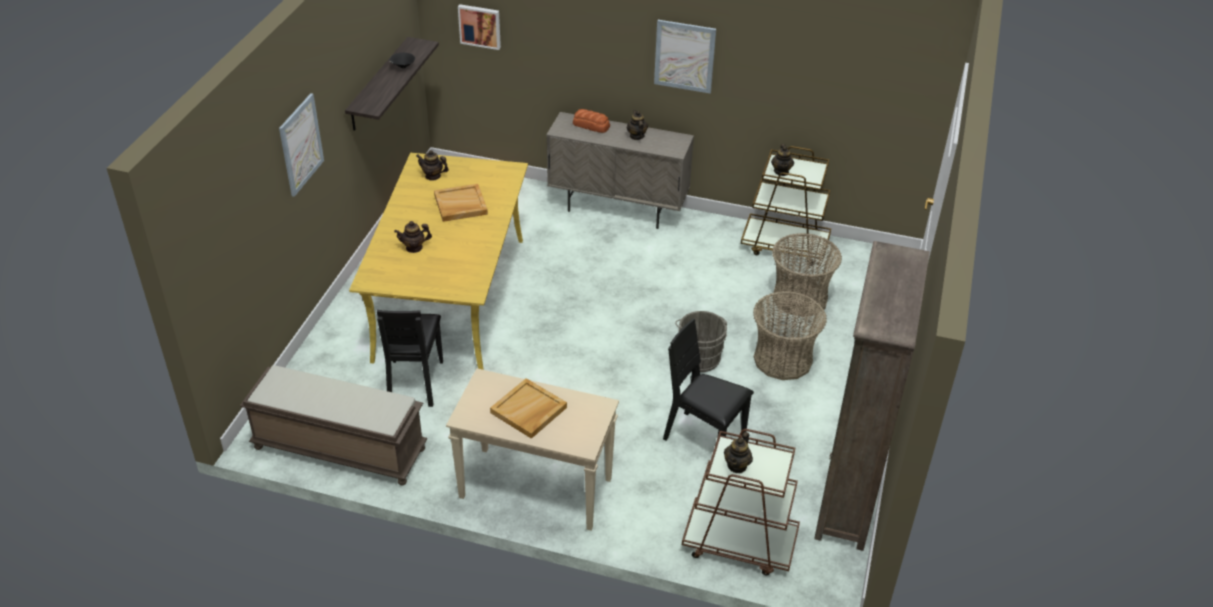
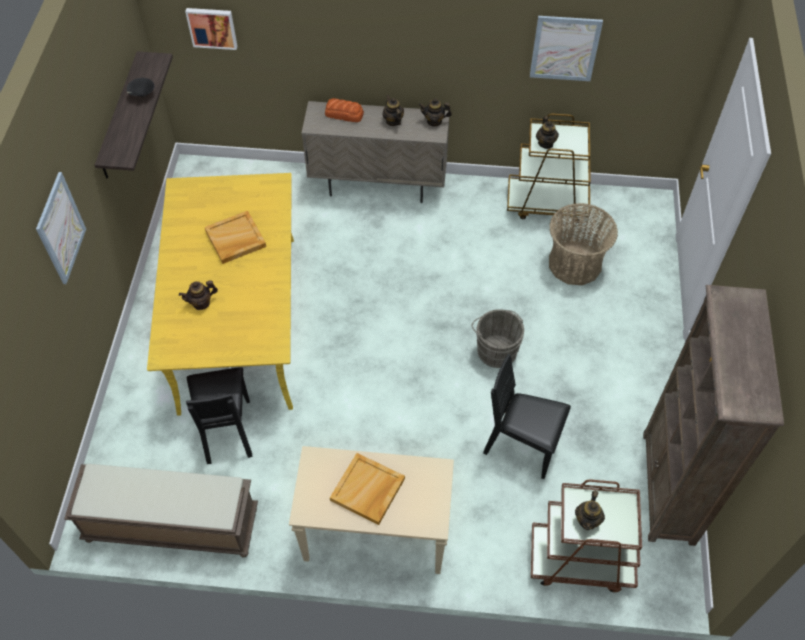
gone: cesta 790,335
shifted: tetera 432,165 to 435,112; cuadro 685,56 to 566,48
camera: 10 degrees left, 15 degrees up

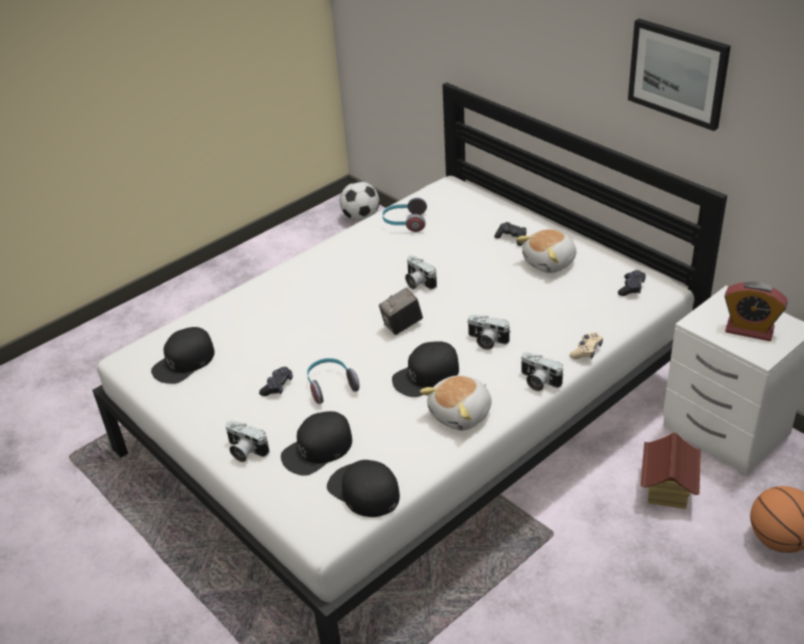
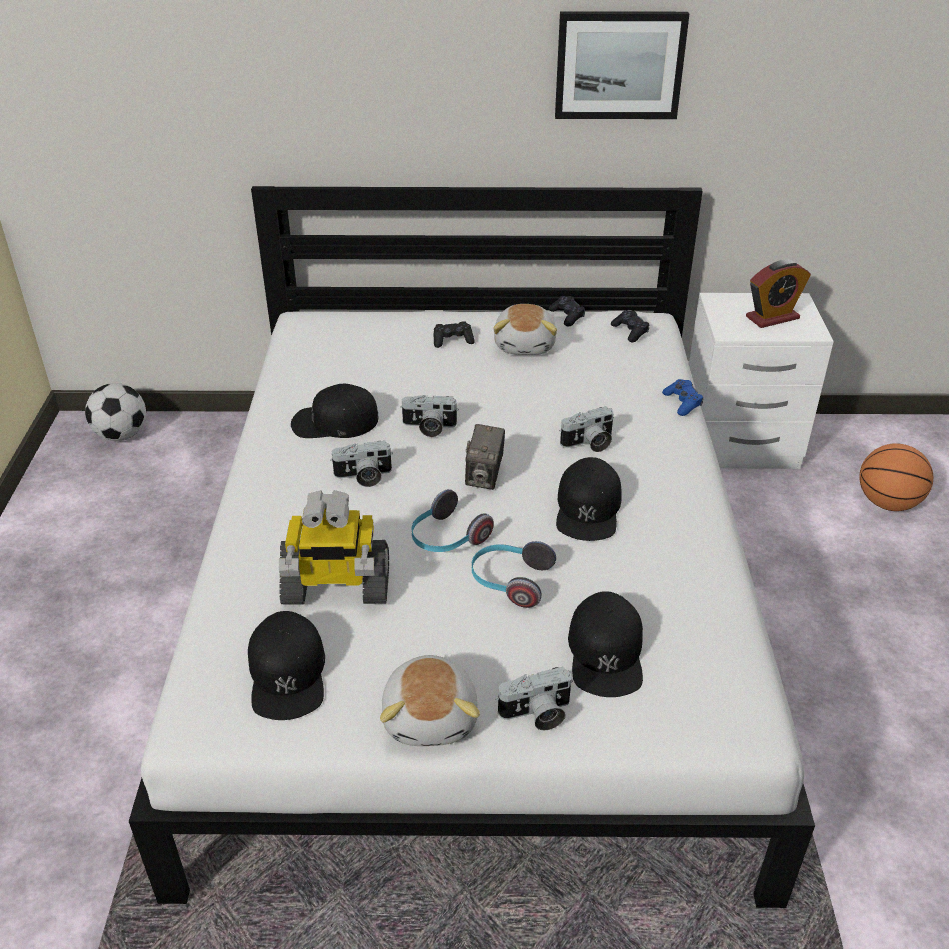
gone: casita 670,470
new: robot de juguete 334,547
shifted: gorra [negro] 363,488 to 335,411; cámara 542,371 to 361,464; peluche 456,403 to 430,700; auriculares 404,215 to 452,520; mando de consola [negro] 276,381 to 567,311
repainted: mando de consola [beis] 586,345 to mando de consola [azul] 682,397
camera: 50 degrees left, 0 degrees up

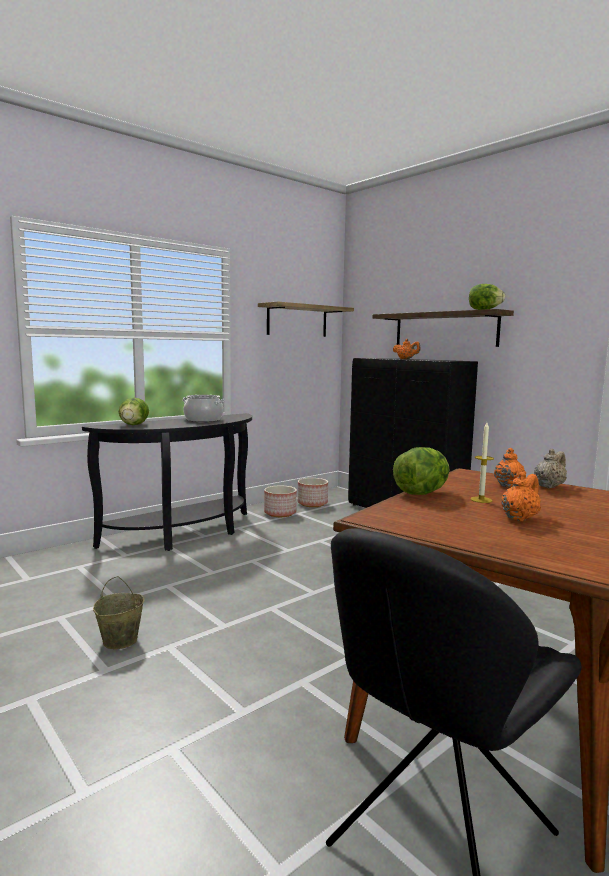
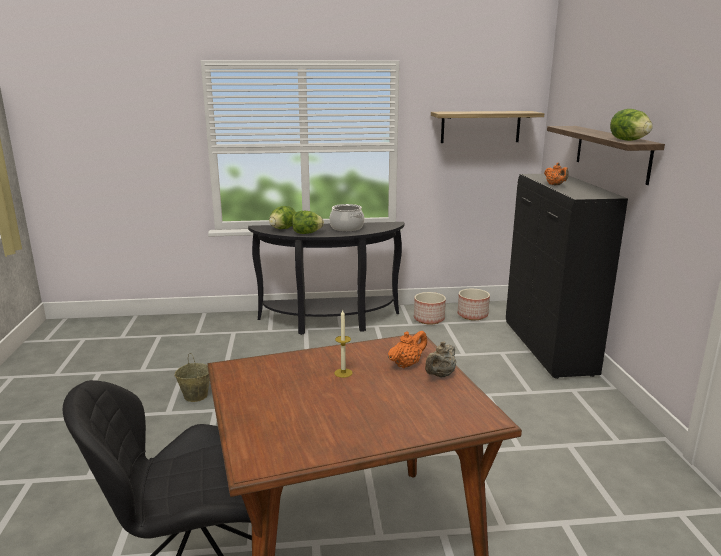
gone: tetera [naranja] 521,497
shifted: lechuga 421,471 to 308,222
rotated: tetera [beis] 550,468 = 440,359 135 degrees clockwise
camera: 35 degrees right, 10 degrees up

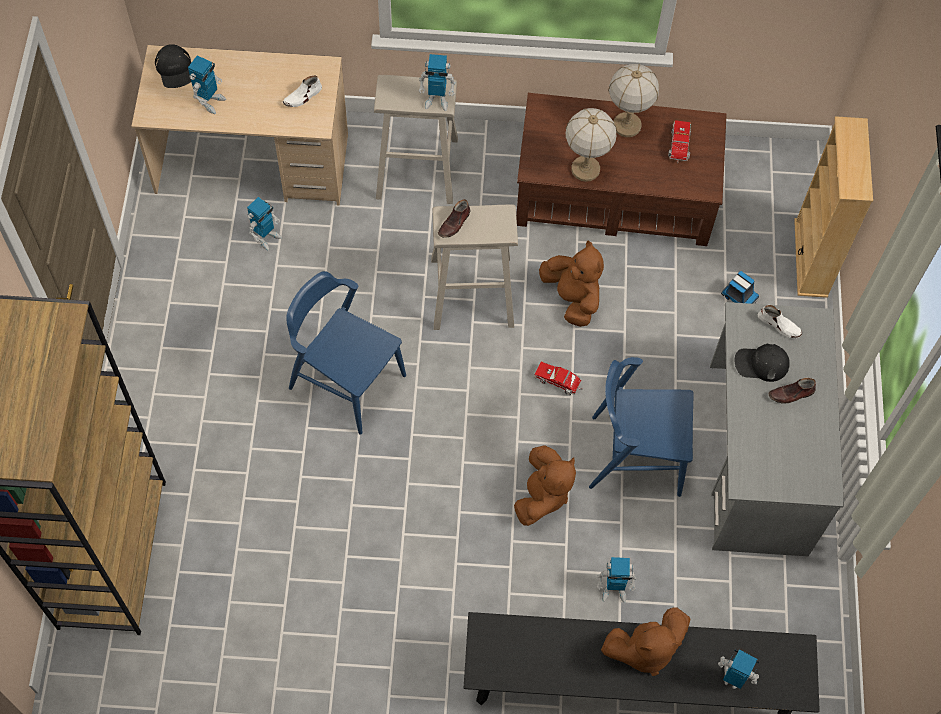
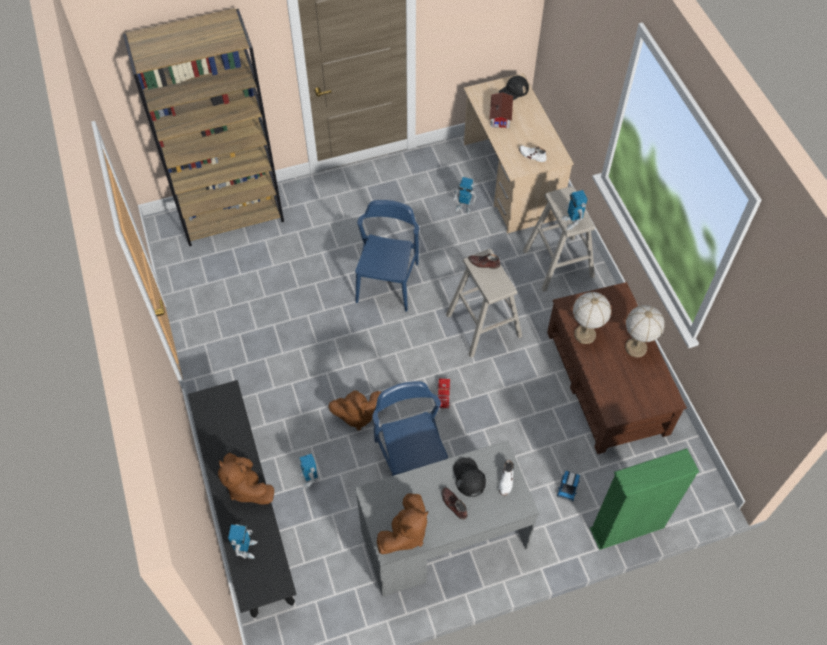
gone: camión de juguete 679,141
shifted: peluche [marrón] 571,283 to 402,523
swapped: robot de juguete 207,84 to casita 501,110
repainted: estantería [beis] 833,207 to estantería [verde] 644,499
camera: 70 degrees right, 5 degrees down

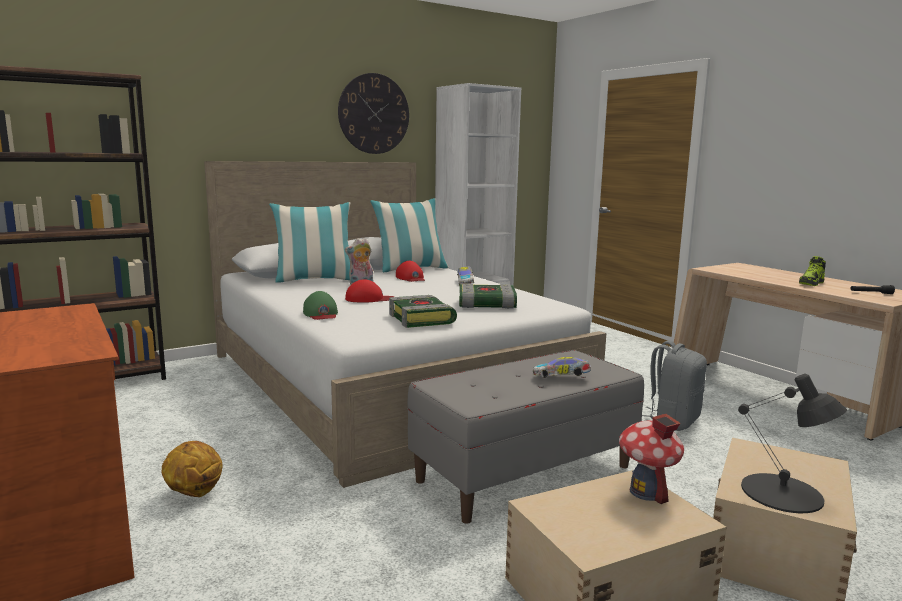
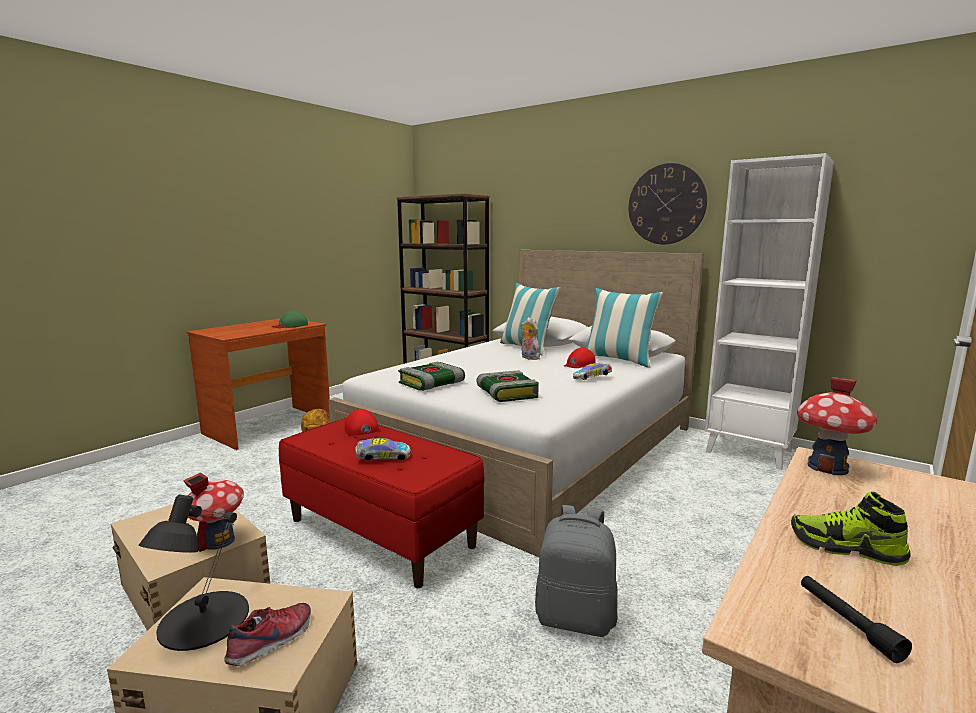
new: zapato 267,634; casita 837,426
shifted: gorra [verde] 320,305 to 289,319; gorra [rojo] 369,290 to 362,424
repainted: banco [gris] 525,437 to banco [rojo] 382,503
rotated: coche de juguete 562,367 = 383,449 90 degrees clockwise
camera: 70 degrees right, 0 degrees up

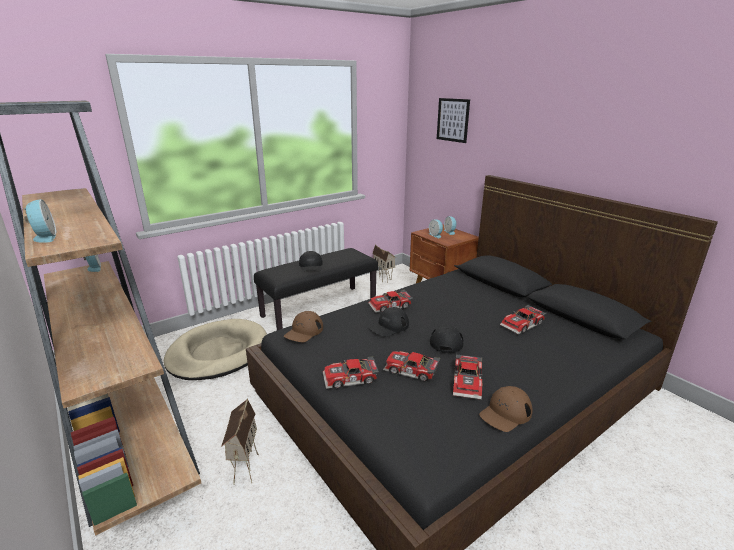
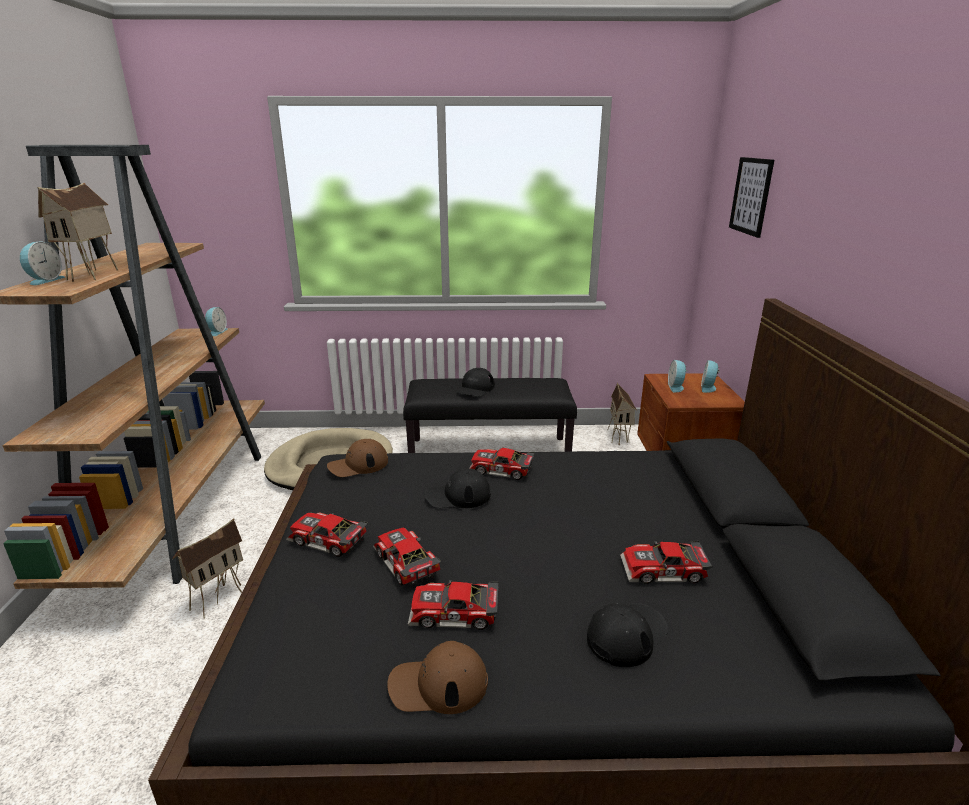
new: casita 77,232
shifted: gorra [negro] 447,339 to 627,635
rotated: coche de juguete 467,377 = 452,605 45 degrees clockwise
camera: 35 degrees right, 0 degrees up

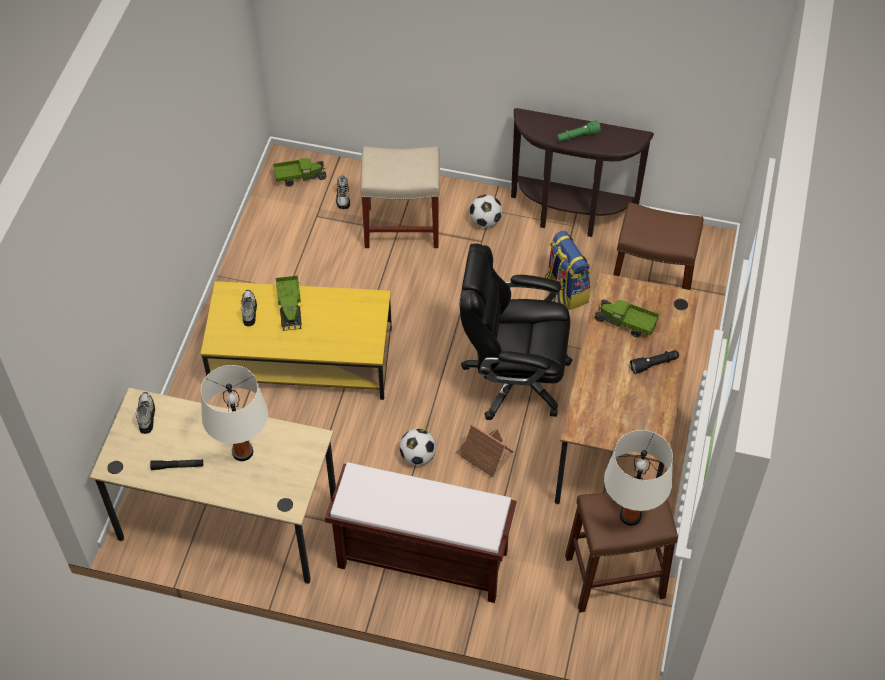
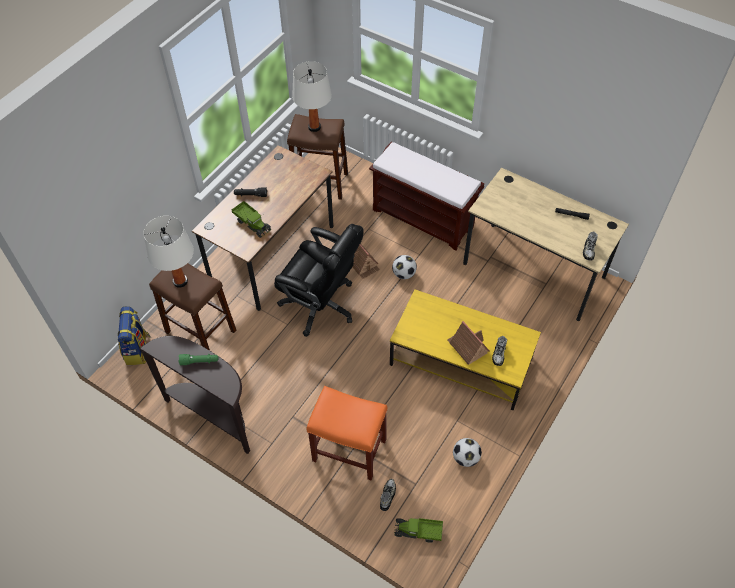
shifted: mochila 567,271 to 134,335; lámpara de mesa [blanco] 234,413 to 168,252; balón de fútbol 486,211 to 467,452
swapped: camión de juguete 289,303 to casita 468,343
repainted: taburete [beis] 400,197 to taburete [naranja] 346,433
camera: 160 degrees left, 0 degrees up

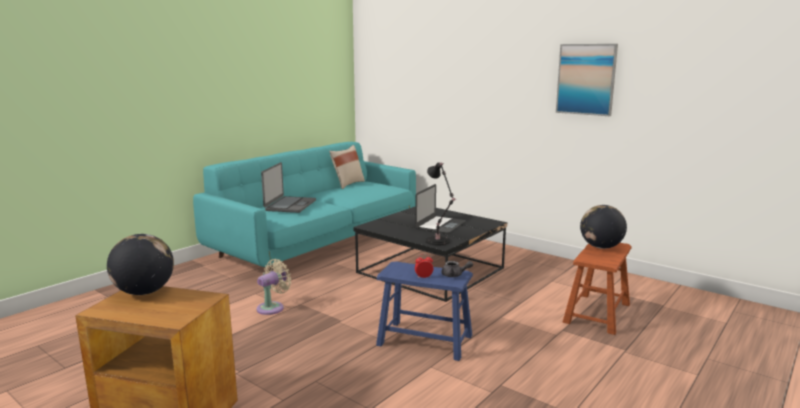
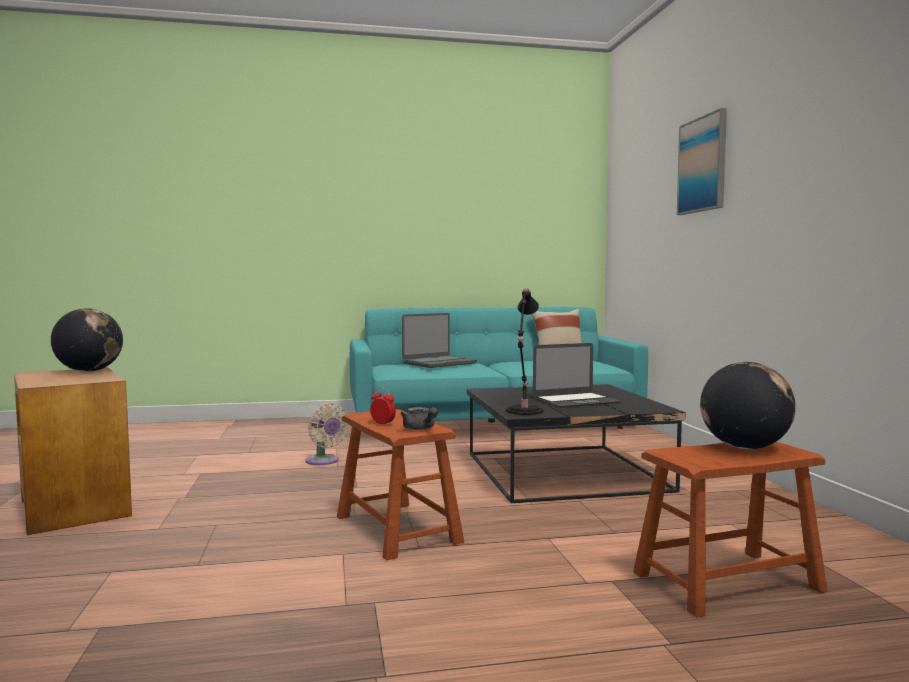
shifted: cuadro 587,80 to 702,161
repainted: taburete [azul] 424,311 to taburete [marrón] 400,484
rotated: ventilador [beis] 274,287 = 327,434 60 degrees clockwise
camera: 40 degrees right, 10 degrees down

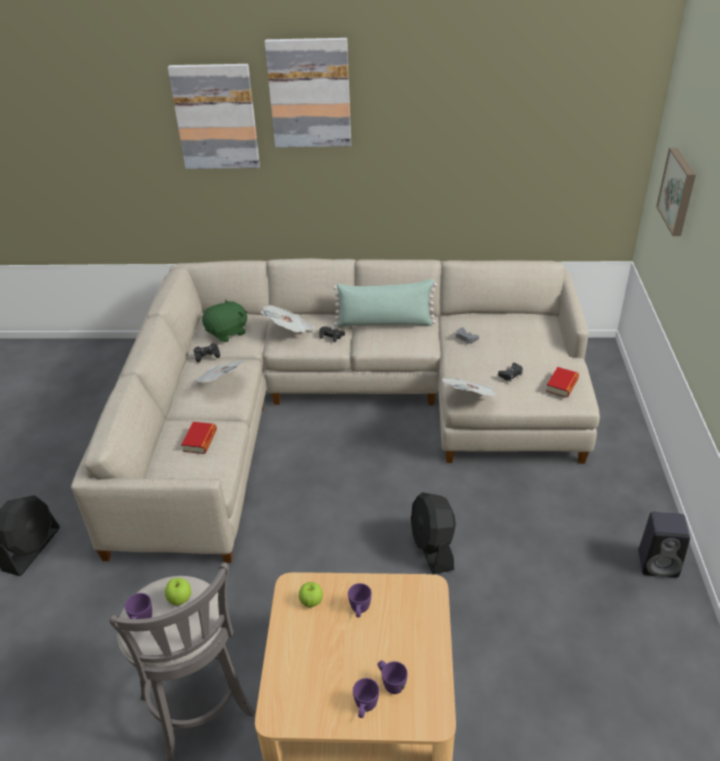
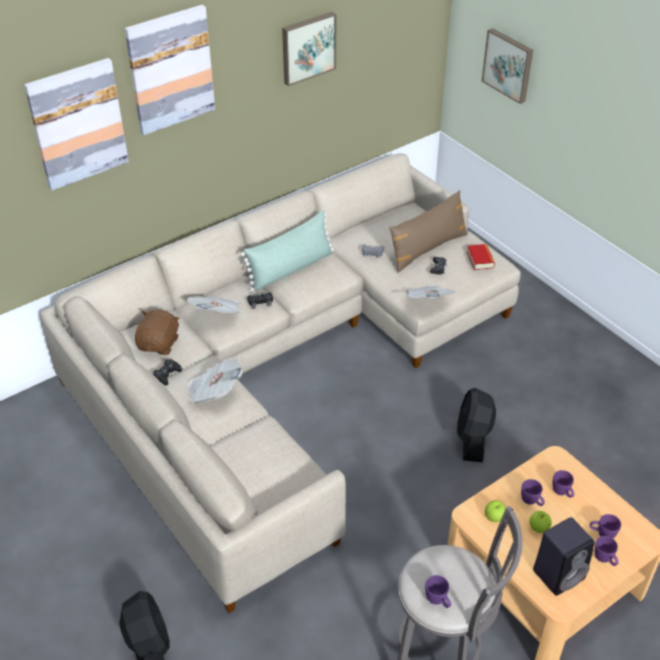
gone: libro 199,438
new: cuadro 309,49; cojín [marrón] 428,231; taza grande [morado] 563,484
shifted: manzana 178,591 to 540,522; altavoz [negro] 664,545 to 563,556
repainted: peluche [verde] 224,320 to peluche [marrón] 157,332
rotated: ventilador [negro] 433,533 = 476,425 60 degrees clockwise
camera: 40 degrees left, 5 degrees up

